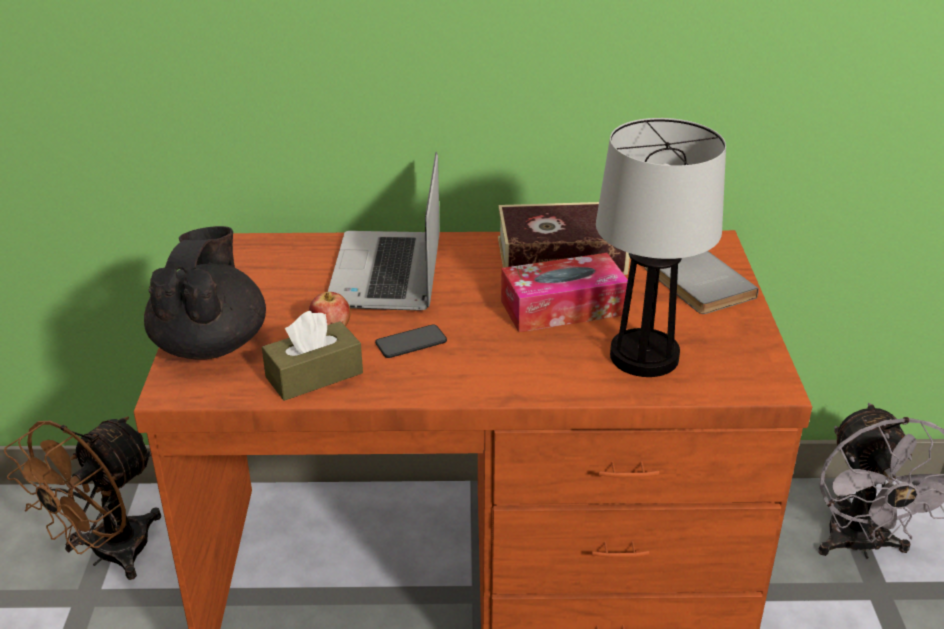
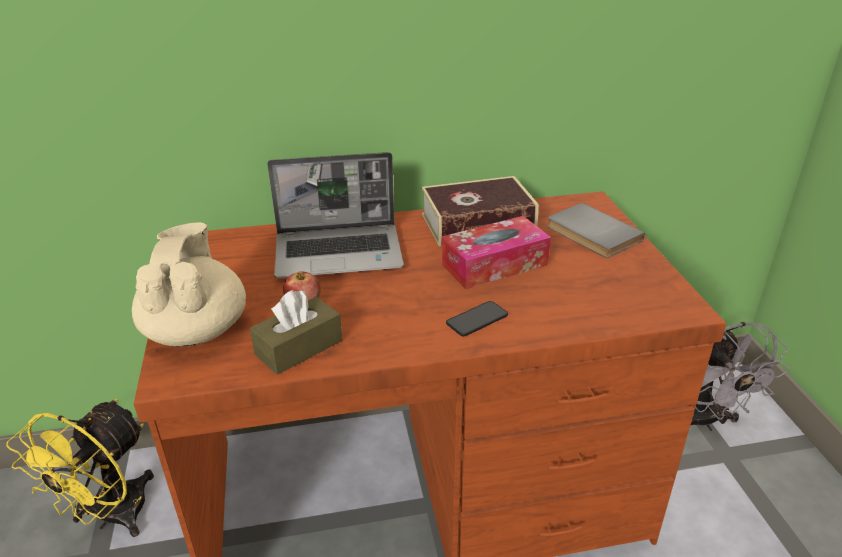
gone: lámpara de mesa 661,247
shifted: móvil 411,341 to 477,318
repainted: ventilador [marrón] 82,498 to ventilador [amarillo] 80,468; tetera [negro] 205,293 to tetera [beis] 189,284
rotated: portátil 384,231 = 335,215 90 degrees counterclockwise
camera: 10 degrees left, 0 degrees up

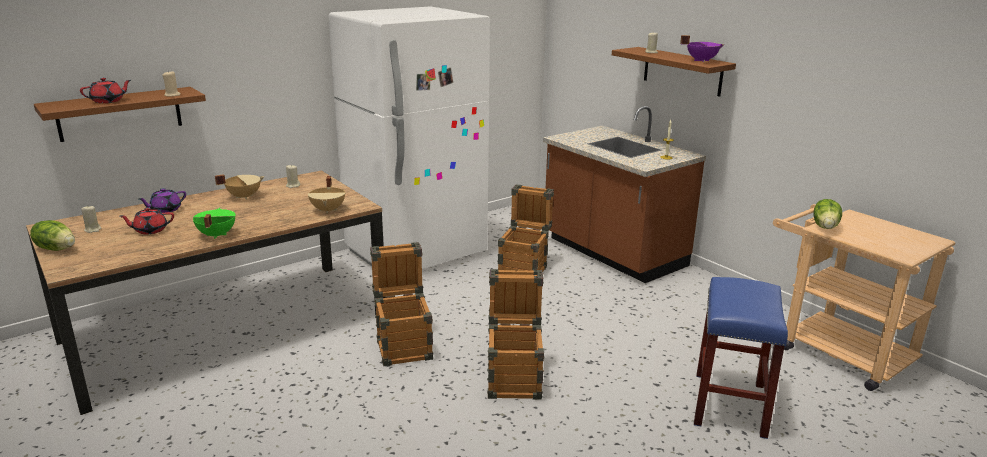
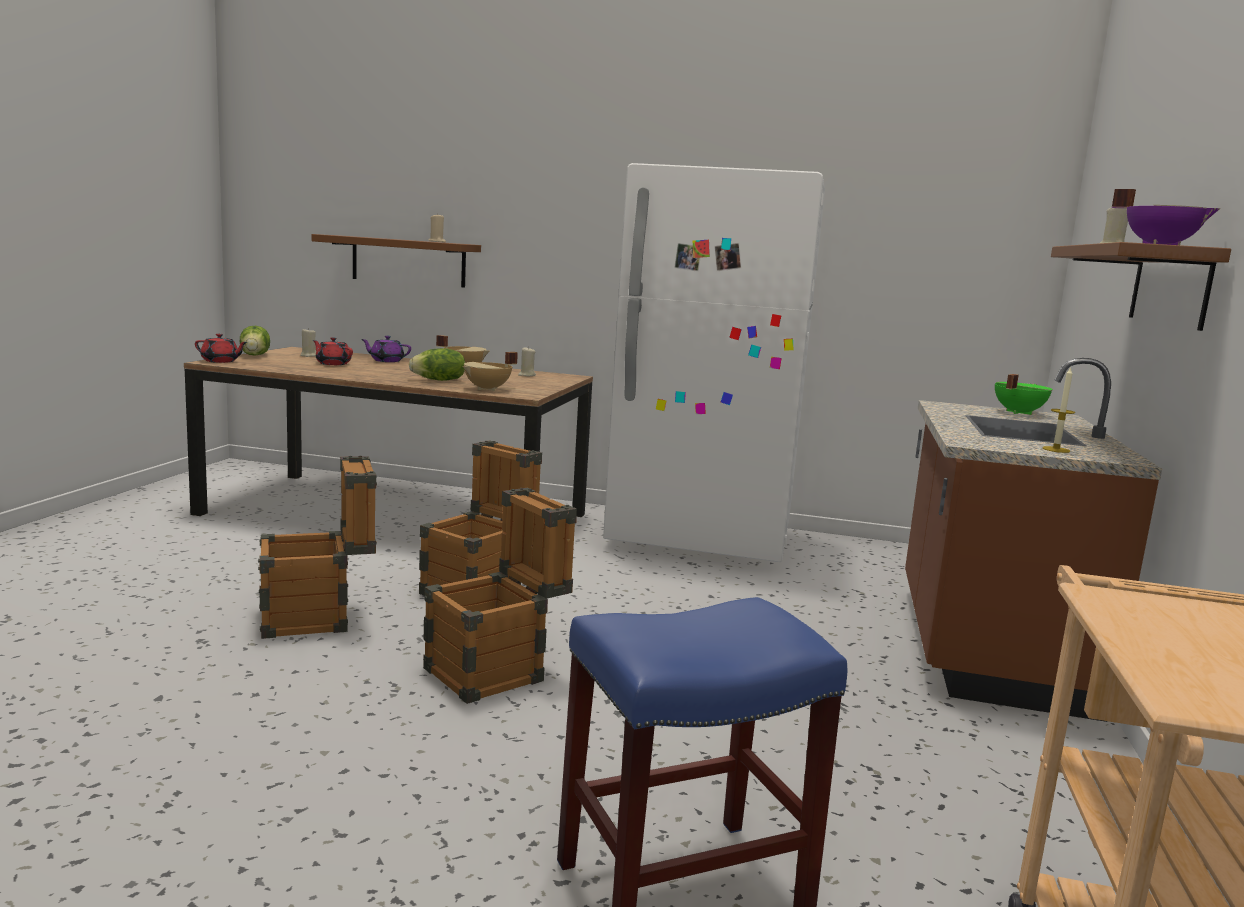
shifted: tetera [rojo] 105,90 to 221,348; caja de embalaje 526,228 to 317,547; lechuga 827,214 to 437,364; olla [verde] 214,223 to 1024,394
camera: 50 degrees right, 10 degrees down

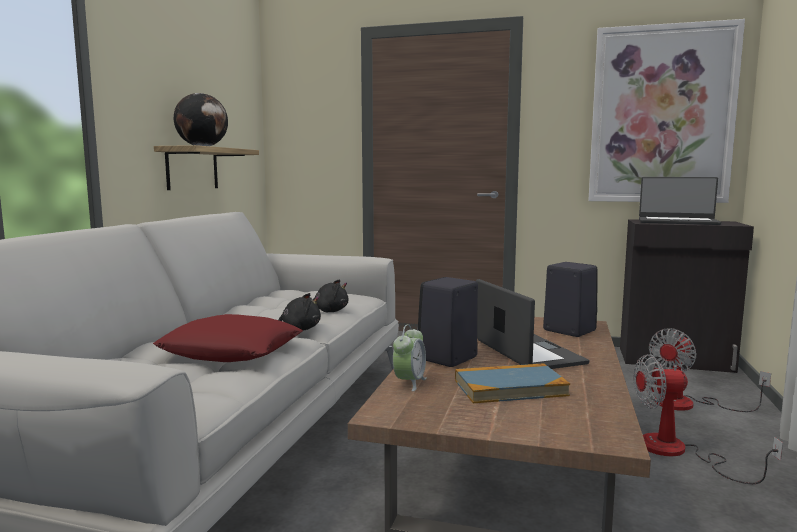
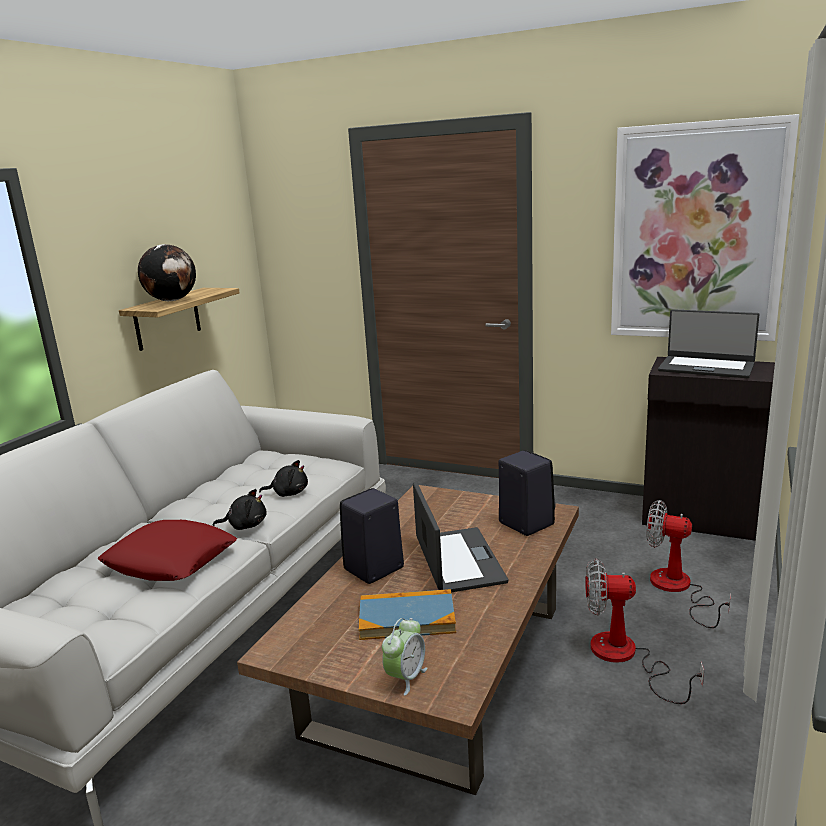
shifted: despertador 410,358 to 405,656
rotated: ventilador 710,370 = 688,564 60 degrees clockwise
camera: 10 degrees right, 10 degrees up

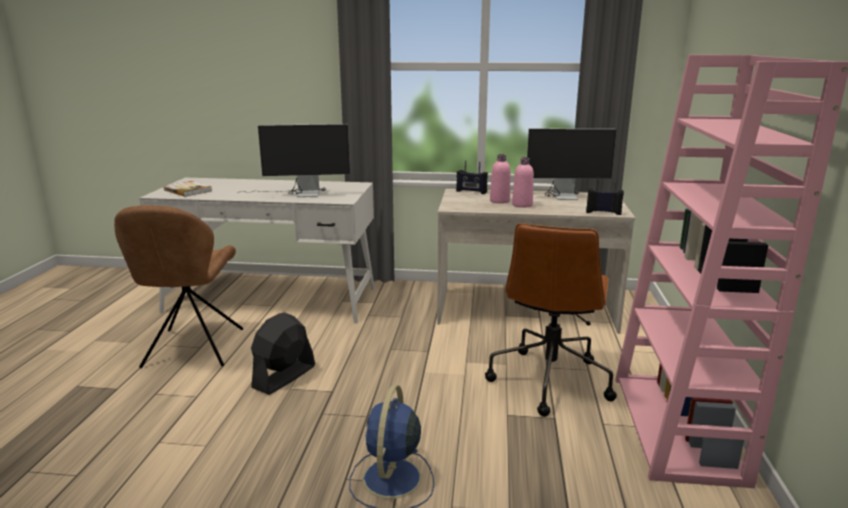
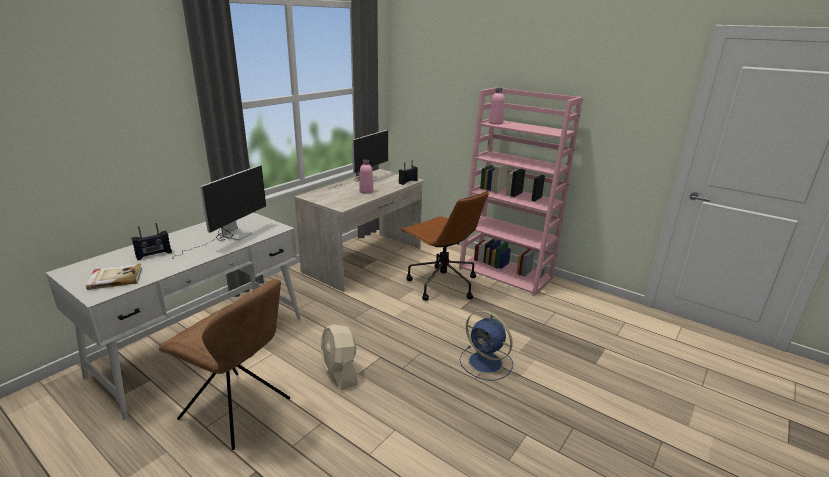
shifted: radio 472,177 to 151,241; botella [rosa] 500,179 to 497,106
repainted: ventilador [negro] 283,353 to ventilador [beis] 339,357
camera: 60 degrees left, 5 degrees up

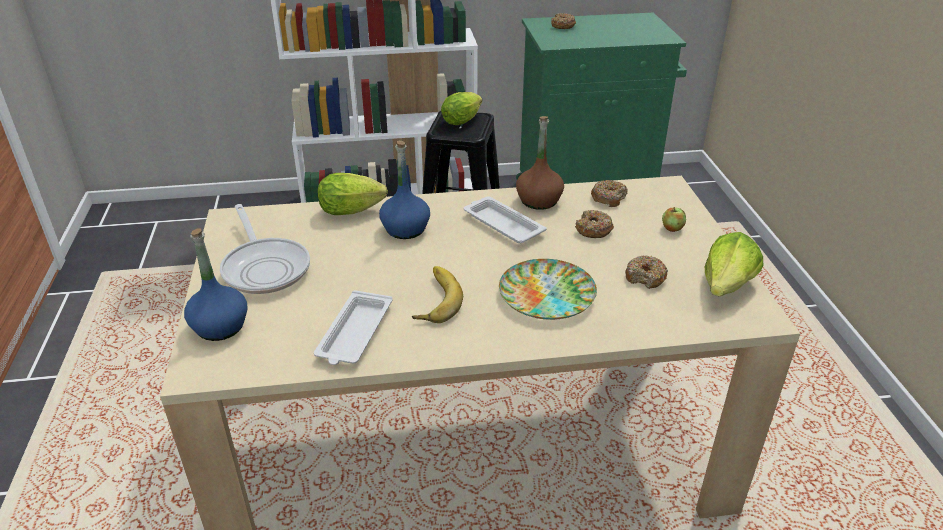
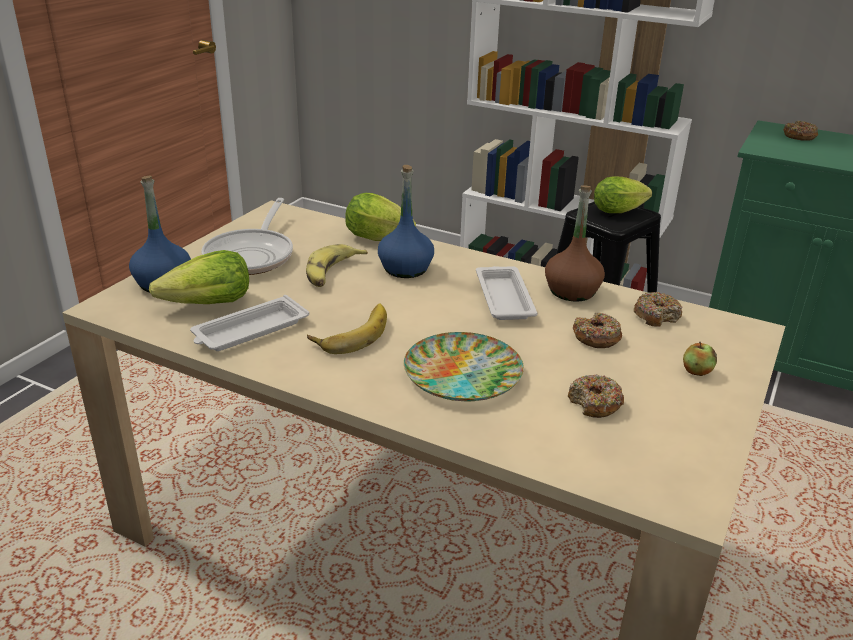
new: plátano 337,265
shifted: lechuga 734,264 to 199,277
camera: 35 degrees right, 5 degrees down

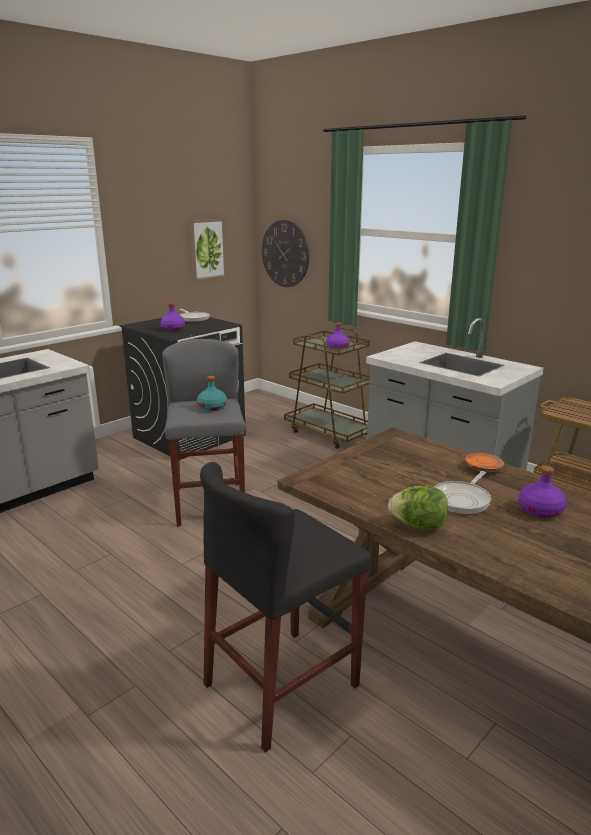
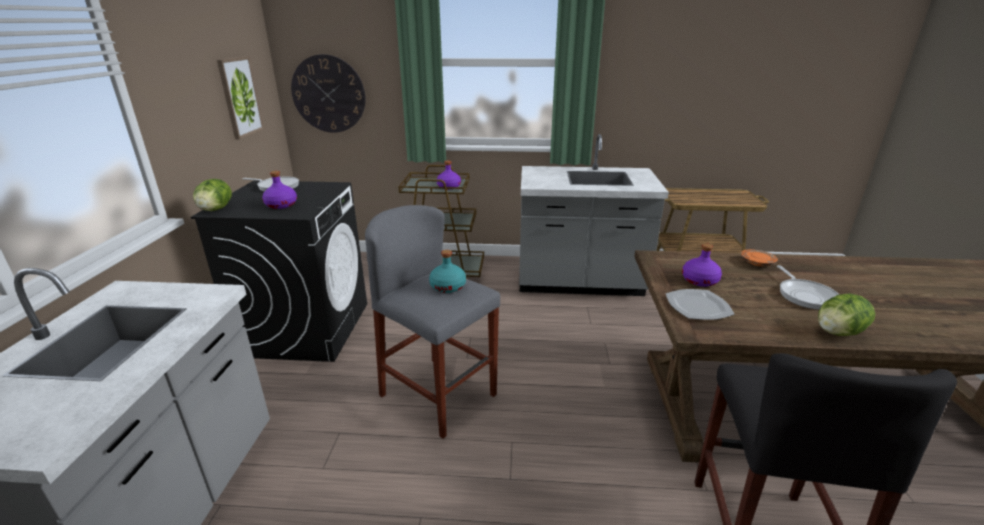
new: lechuga 212,195; plato 700,304
shifted: botella [morado] 543,492 to 702,265
camera: 40 degrees left, 5 degrees up

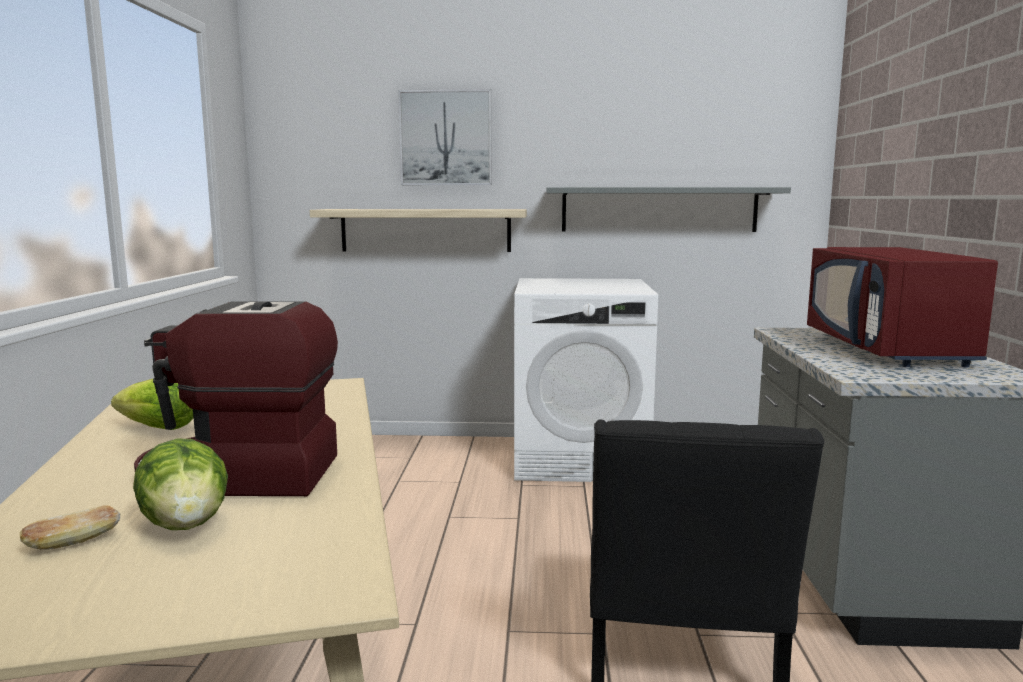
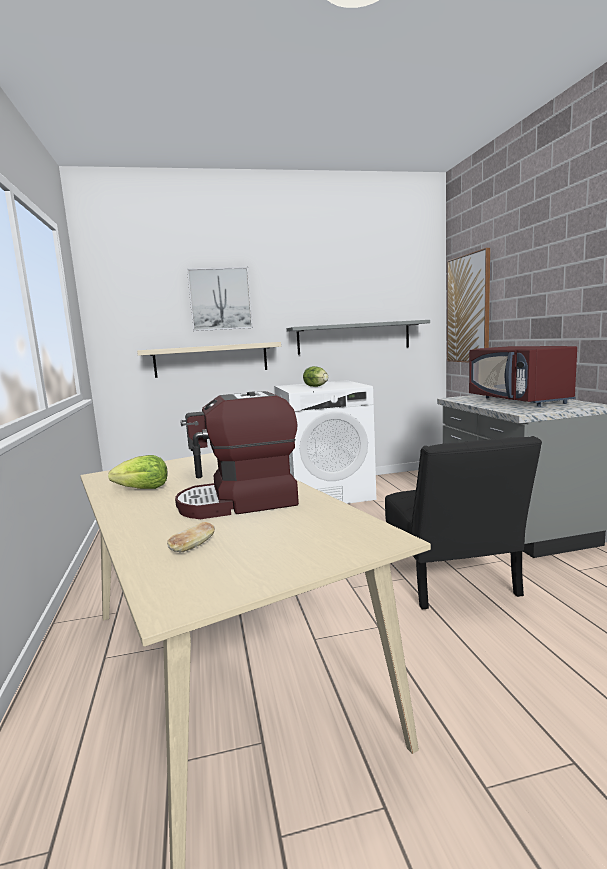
new: cuadro 468,305
shifted: lechuga 180,484 to 315,376
camera: 15 degrees left, 0 degrees up

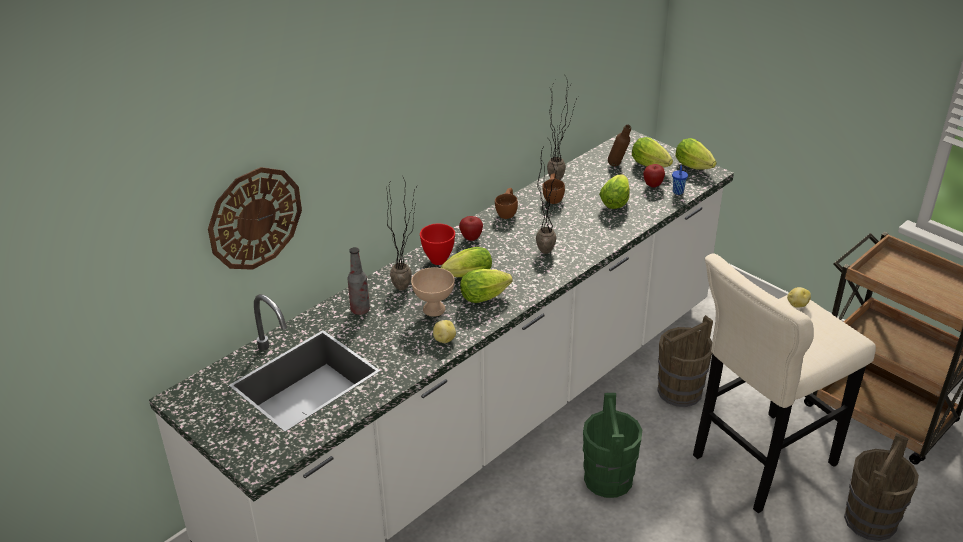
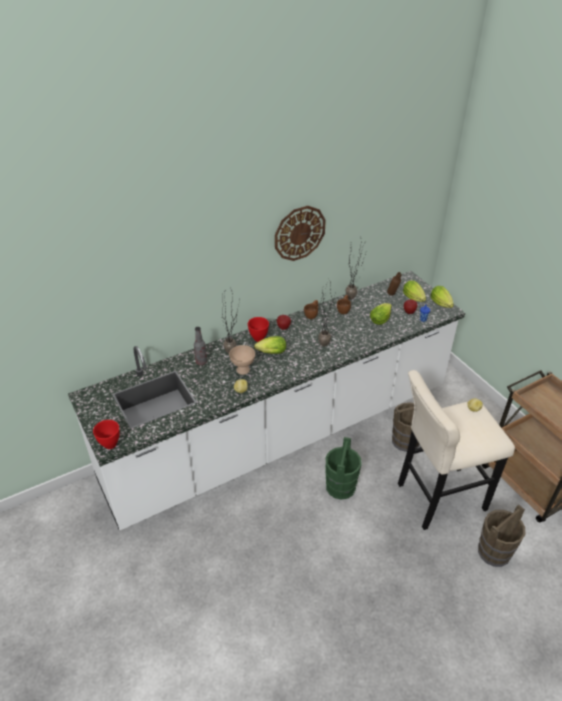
gone: lechuga 486,286
new: cuenco [rojo] 106,434
shifted: reloj de pared 255,218 to 300,233
camera: 15 degrees right, 5 degrees up

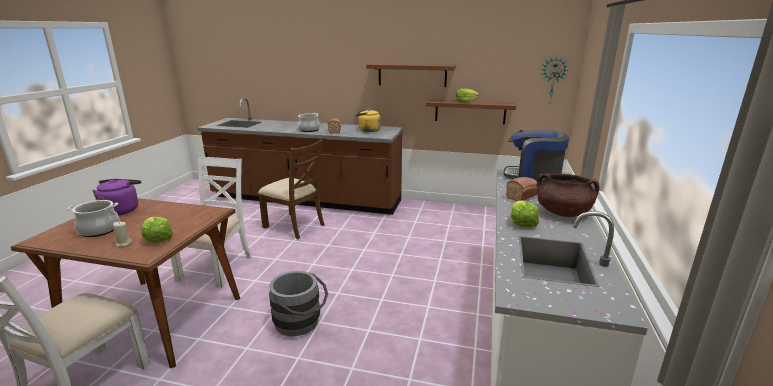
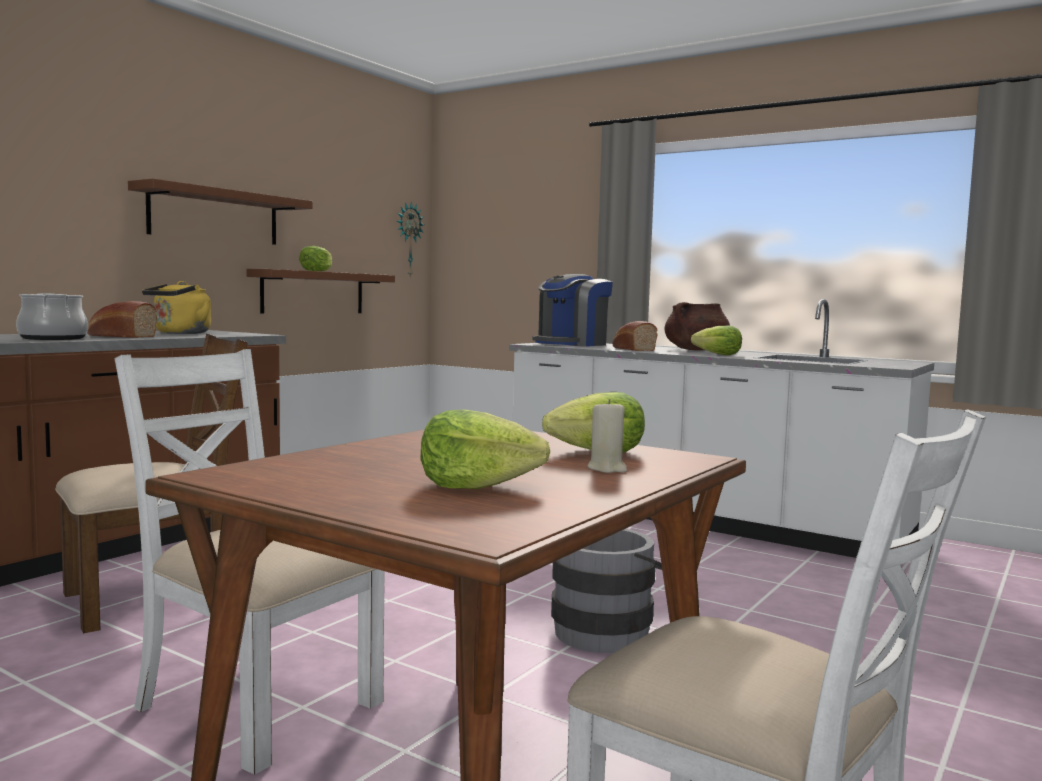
gone: hervidor [morado] 116,197
swapped: olla 93,218 to lechuga 485,449
camera: 70 degrees left, 15 degrees down

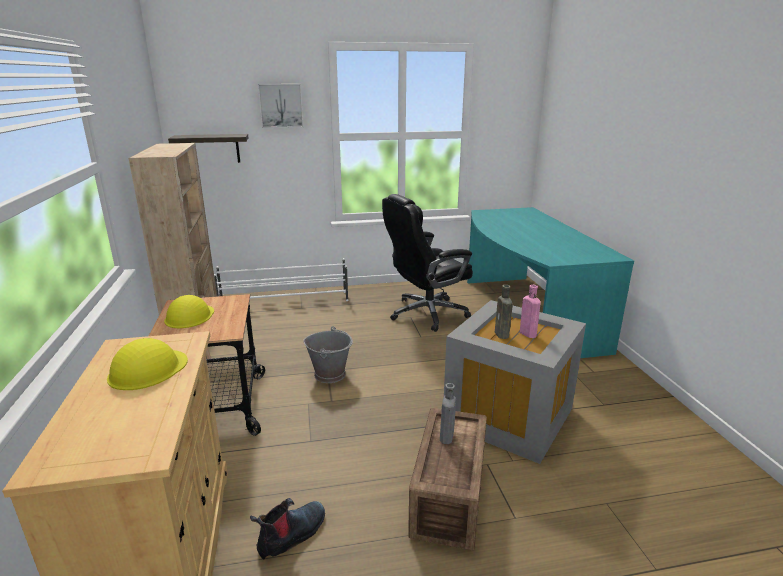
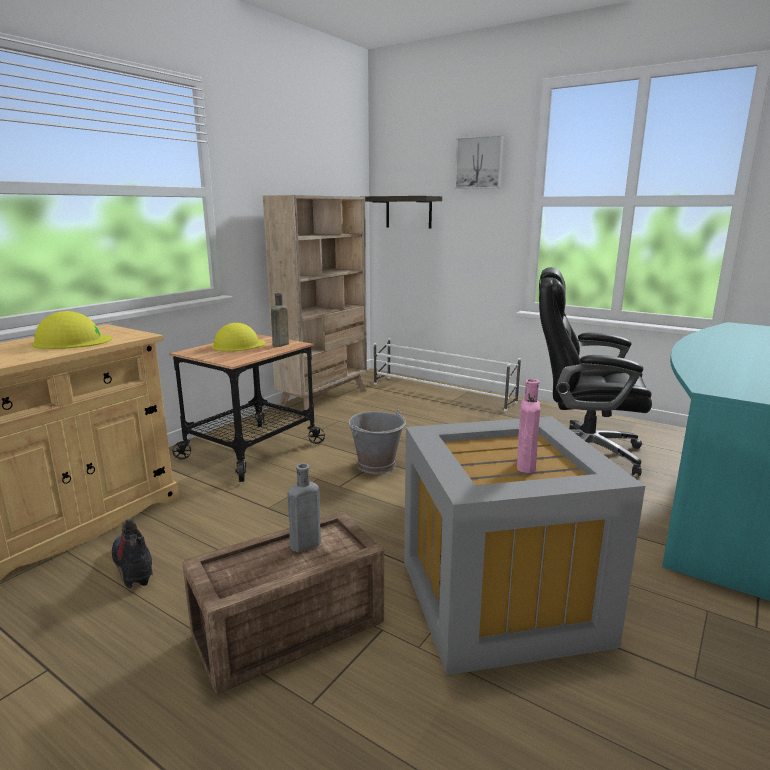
shifted: botella [marrón] 504,312 to 280,320
rotated: bota 287,528 = 132,554 120 degrees counterclockwise
camera: 45 degrees right, 5 degrees down

